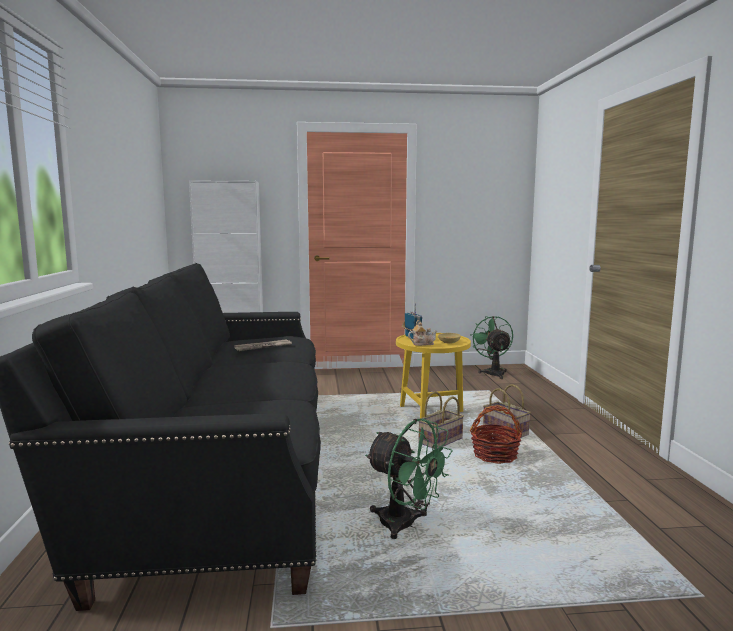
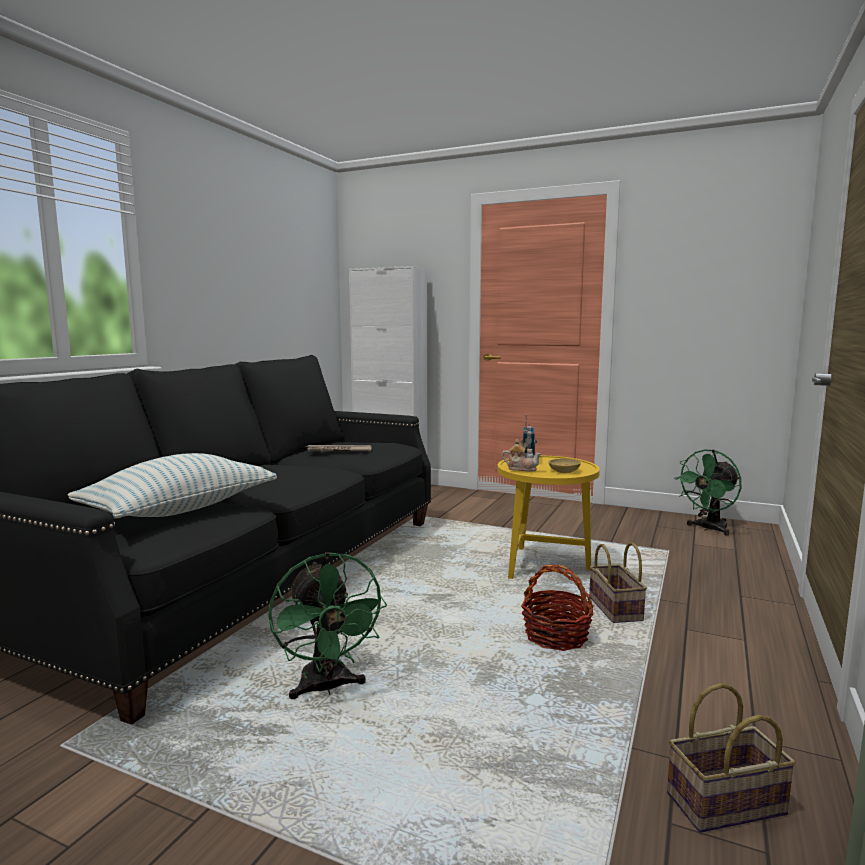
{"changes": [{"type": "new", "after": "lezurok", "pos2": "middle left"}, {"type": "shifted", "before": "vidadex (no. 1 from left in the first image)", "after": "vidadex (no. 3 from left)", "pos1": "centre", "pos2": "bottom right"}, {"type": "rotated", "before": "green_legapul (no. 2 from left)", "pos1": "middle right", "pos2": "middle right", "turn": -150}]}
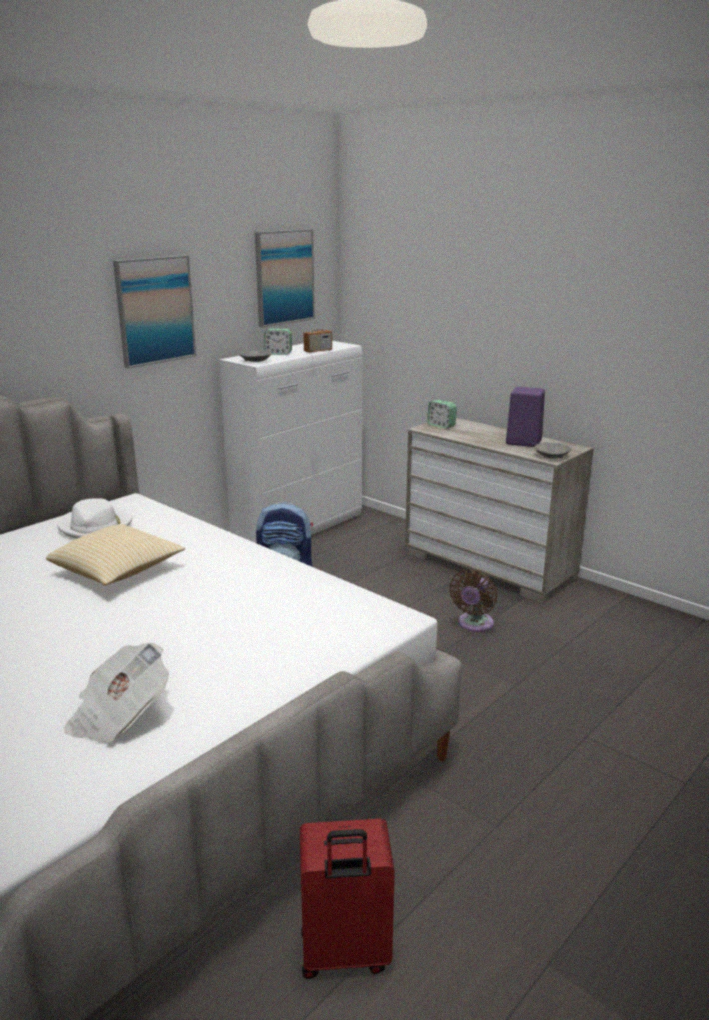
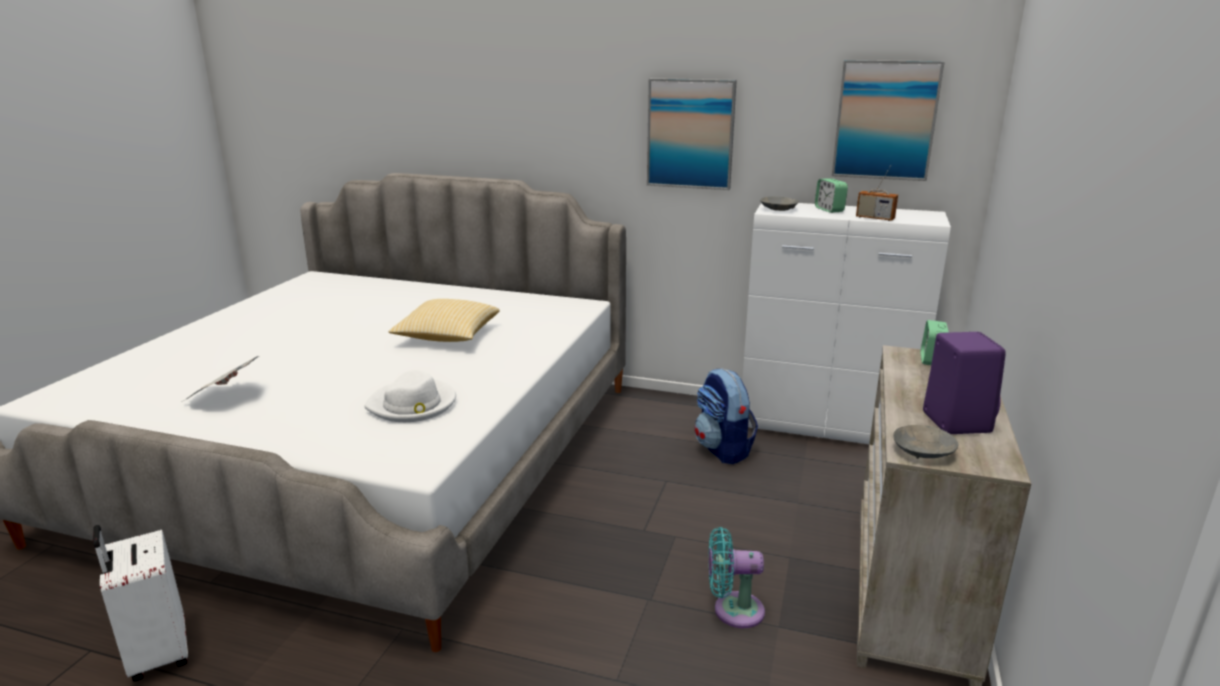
{"changes": [{"type": "shifted", "before": "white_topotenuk", "pos1": "middle left", "pos2": "centre"}, {"type": "repainted", "before": "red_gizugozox", "after": "white_gizugozox", "pos1": "bottom centre", "pos2": "bottom left"}, {"type": "repainted", "before": "brown_legapul", "after": "turquoise_legapul", "pos1": "middle right", "pos2": "bottom centre"}]}
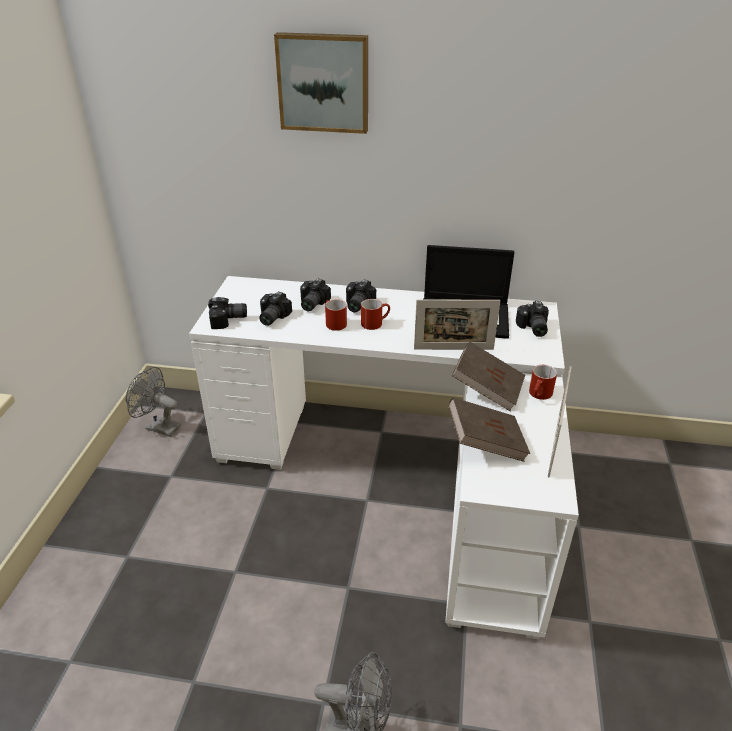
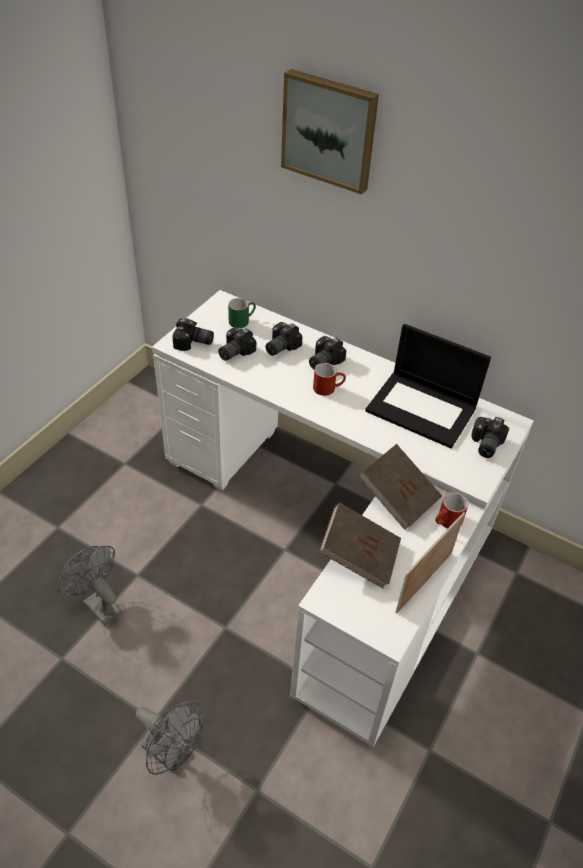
{"changes": [{"type": "gone", "before": "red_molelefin (no. 1 from left)", "pos1": "centre"}, {"type": "gone", "before": "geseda (no. 1 from left)", "pos1": "centre"}, {"type": "new", "after": "green_molelefin", "pos2": "centre"}, {"type": "shifted", "before": "grey_legapul (no. 1 from left)", "pos1": "middle left", "pos2": "bottom left"}]}
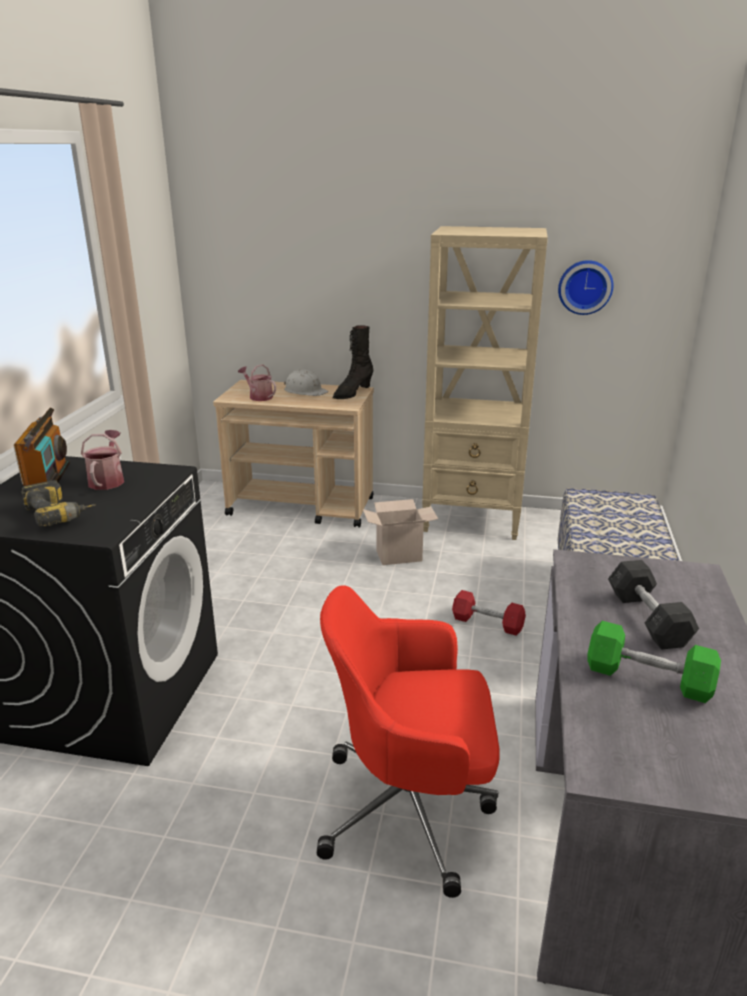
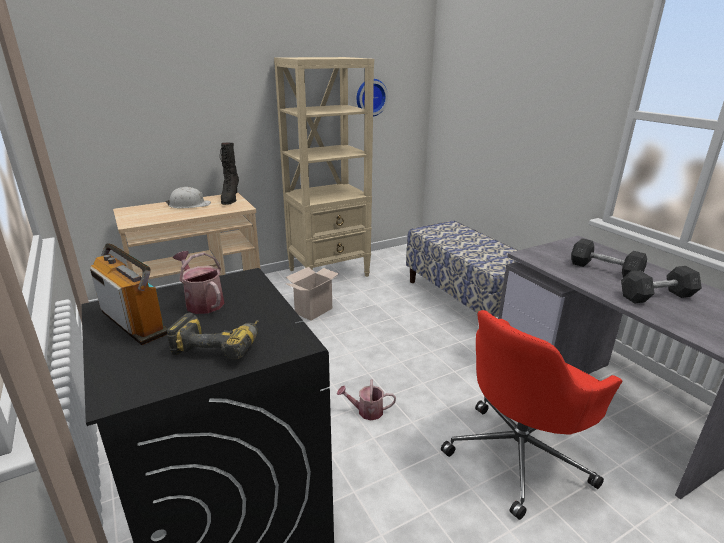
{"changes": [{"type": "gone", "before": "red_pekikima", "pos1": "centre"}, {"type": "shifted", "before": "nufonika (no. 2 from left)", "pos1": "centre", "pos2": "bottom centre"}, {"type": "repainted", "before": "green_pekikima", "after": "grey_pekikima (no. 2 from left)", "pos1": "middle right", "pos2": "middle right"}]}
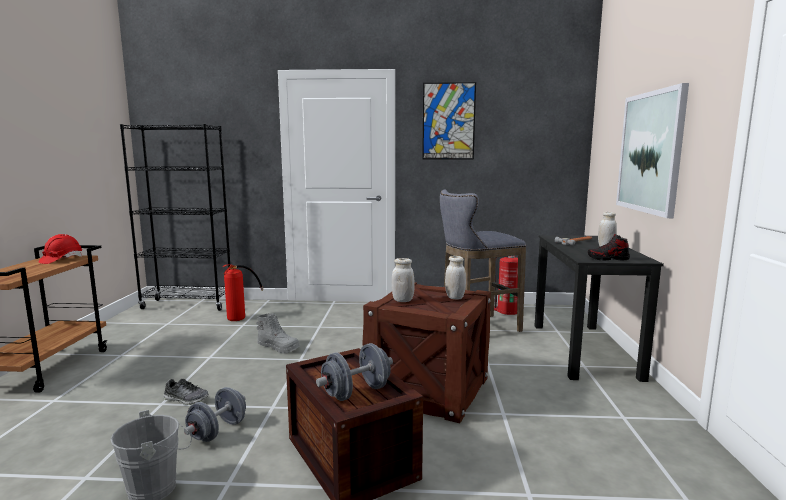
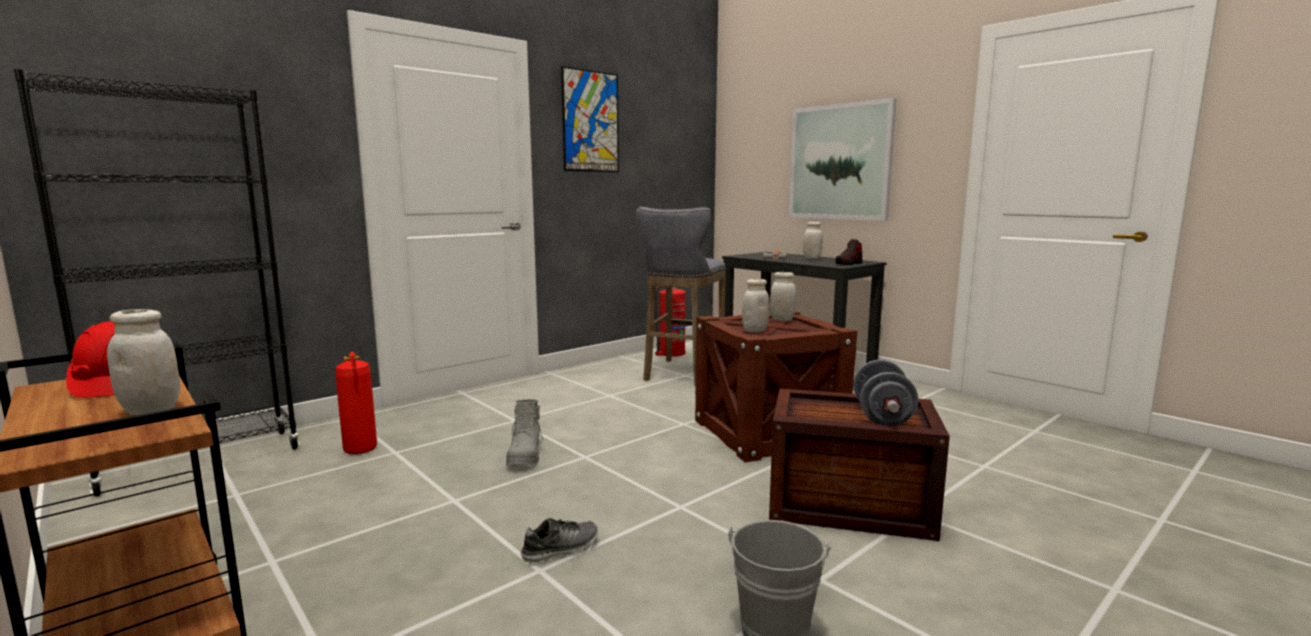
{"changes": [{"type": "gone", "before": "grey_pekikima (no. 1 from left)", "pos1": "bottom left"}, {"type": "new", "after": "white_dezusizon (no. 1 from left)", "pos2": "middle left"}, {"type": "rotated", "before": "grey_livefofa", "pos1": "centre", "pos2": "bottom centre", "turn": 105}]}
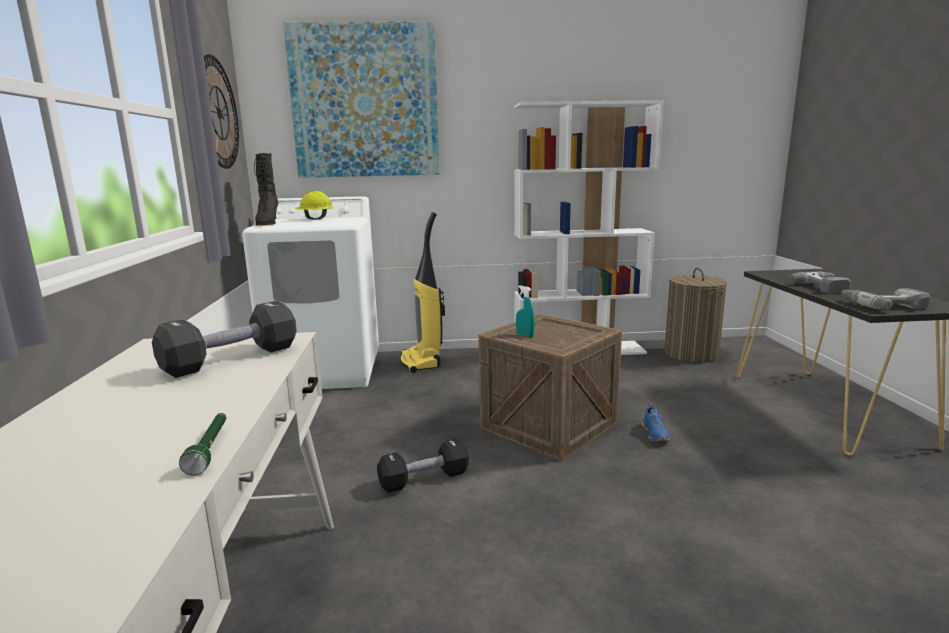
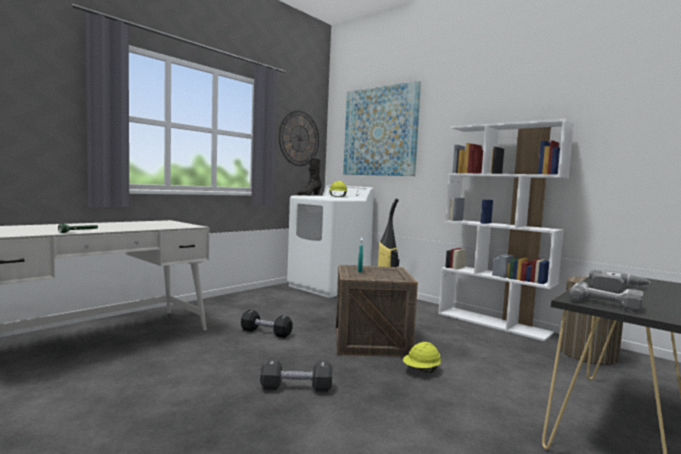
{"changes": [{"type": "shifted", "before": "black_pekikima (no. 1 from left in the first image)", "after": "black_pekikima (no. 2 from left)", "pos1": "middle left", "pos2": "bottom centre"}, {"type": "swapped", "before": "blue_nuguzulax", "after": "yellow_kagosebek (no. 2 from left)", "pos1": "bottom right", "pos2": "bottom centre"}]}
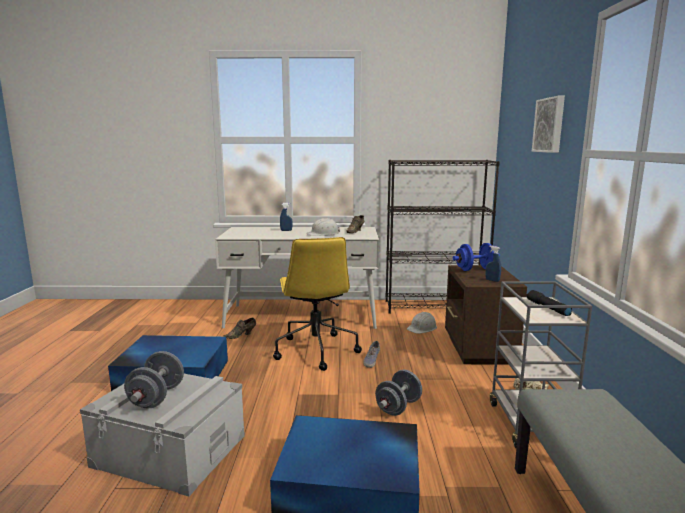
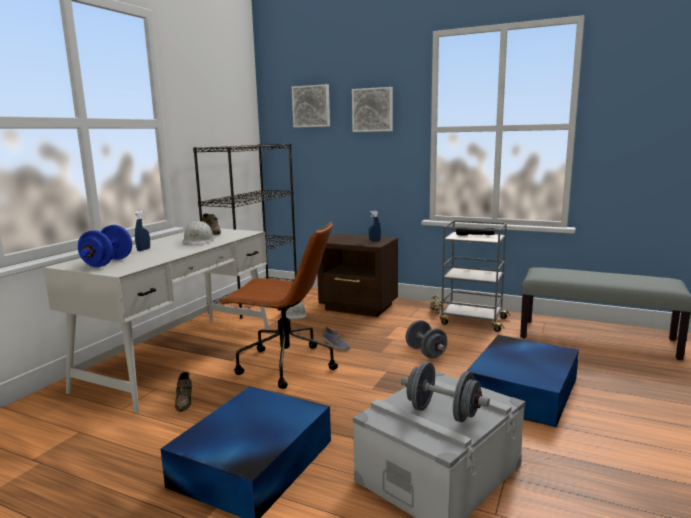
{"changes": [{"type": "new", "after": "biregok (no. 1 from left)", "pos2": "top centre"}, {"type": "shifted", "before": "blue_pekikima", "pos1": "middle right", "pos2": "middle left"}, {"type": "repainted", "before": "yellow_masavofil", "after": "brown_masavofil", "pos1": "centre", "pos2": "centre"}]}
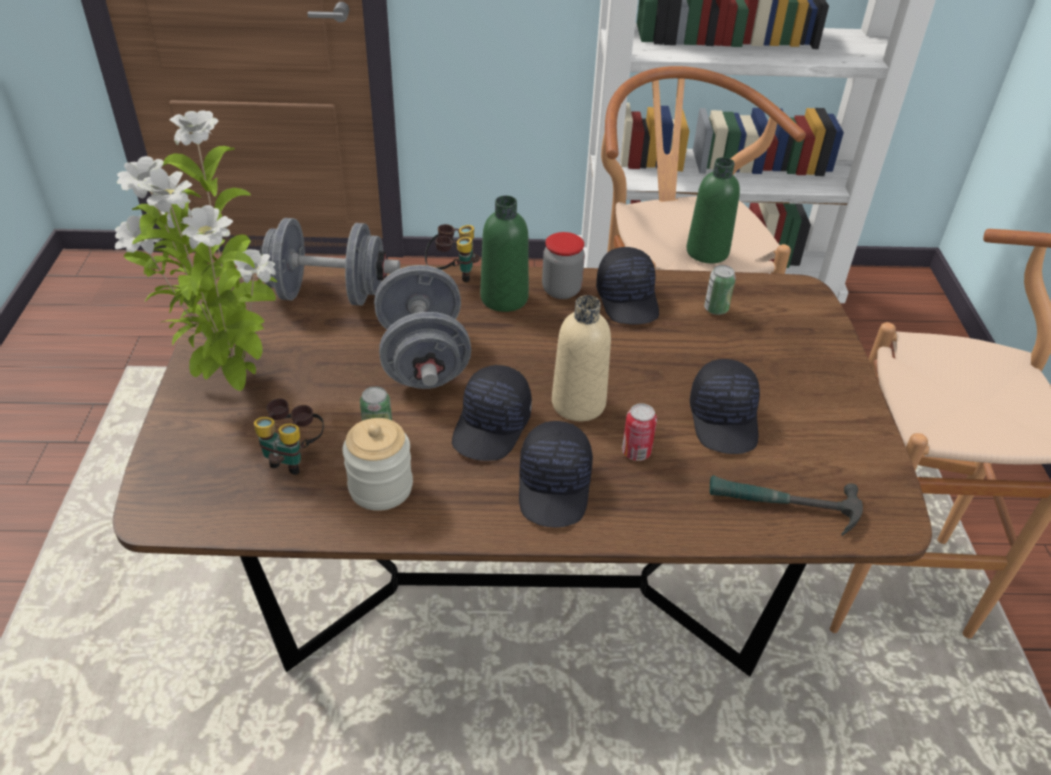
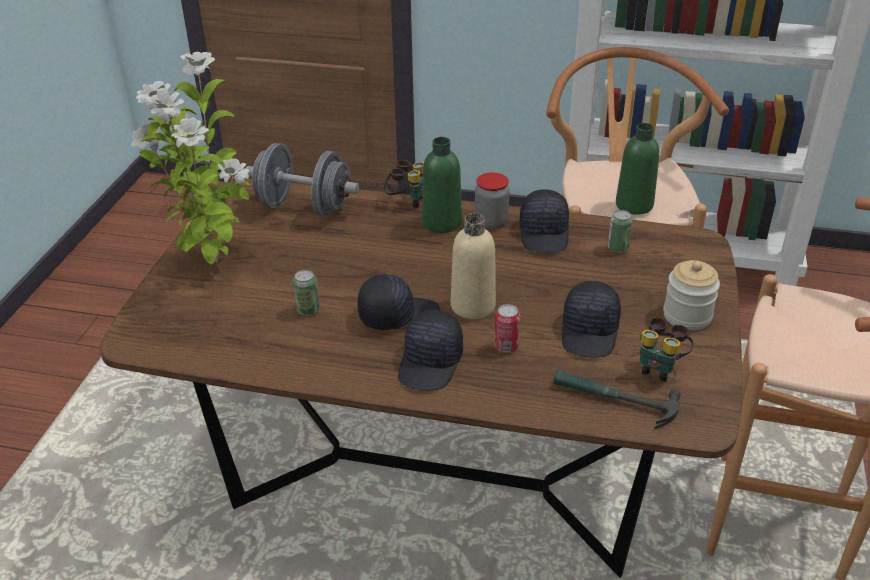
{"changes": [{"type": "gone", "before": "grey_pekikima (no. 2 from left)", "pos1": "centre"}, {"type": "shifted", "before": "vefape (no. 1 from left in the first image)", "after": "vefape (no. 2 from left)", "pos1": "middle left", "pos2": "middle right"}, {"type": "shifted", "before": "dezusizon (no. 1 from left in the first image)", "after": "dezusizon (no. 2 from left)", "pos1": "centre", "pos2": "middle right"}, {"type": "rotated", "before": "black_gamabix (no. 1 from left)", "pos1": "centre", "pos2": "centre", "turn": -135}]}
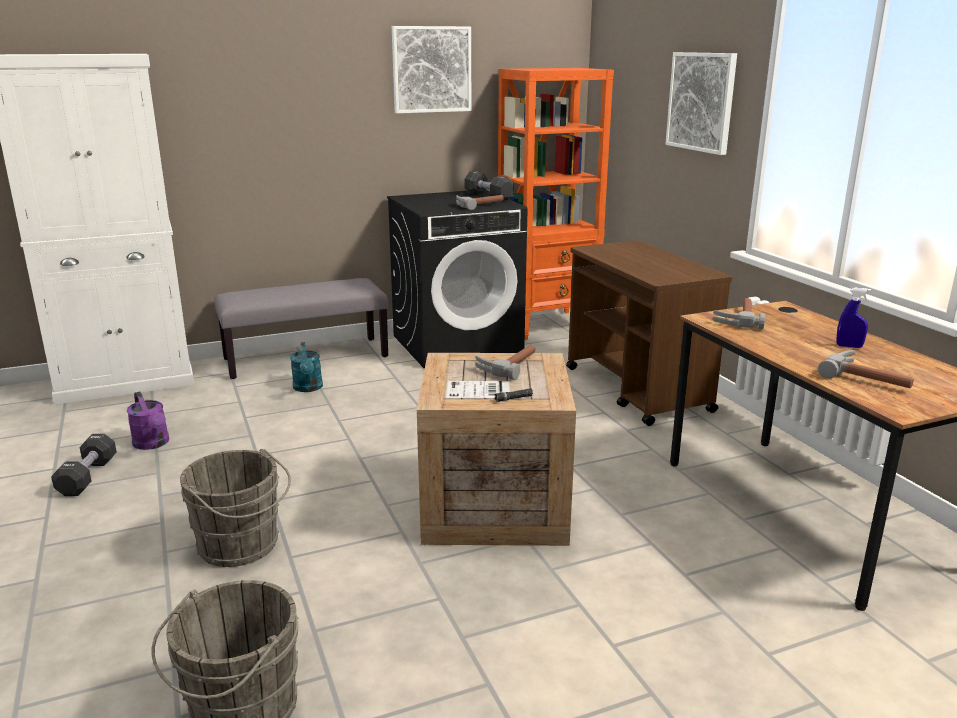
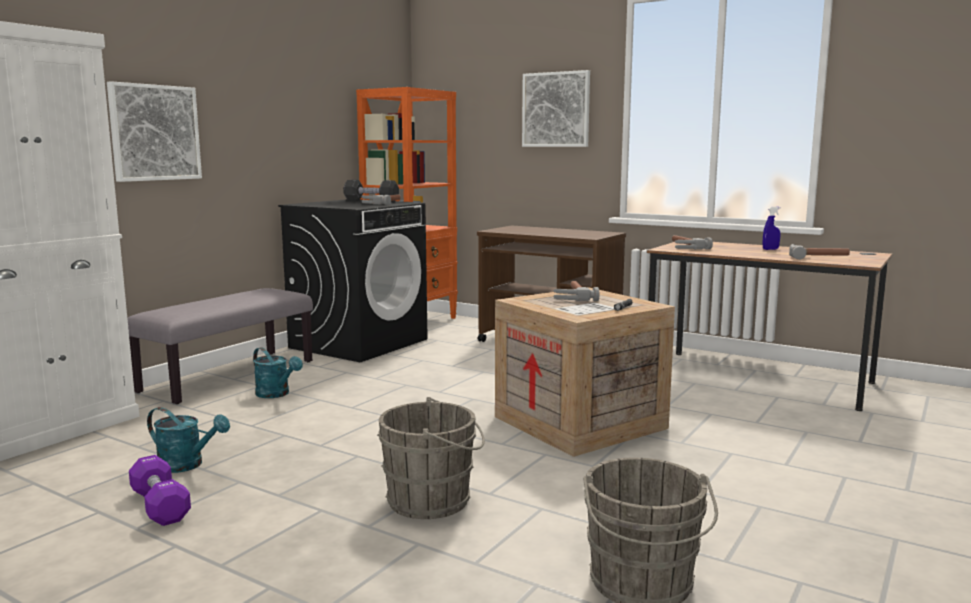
{"changes": [{"type": "shifted", "before": "biregok (no. 1 from left)", "pos1": "top centre", "pos2": "top left"}, {"type": "repainted", "before": "black_pekikima (no. 1 from left)", "after": "purple_pekikima", "pos1": "middle left", "pos2": "bottom left"}, {"type": "repainted", "before": "purple_nufonika", "after": "turquoise_nufonika (no. 1 from left)", "pos1": "middle left", "pos2": "bottom left"}]}
